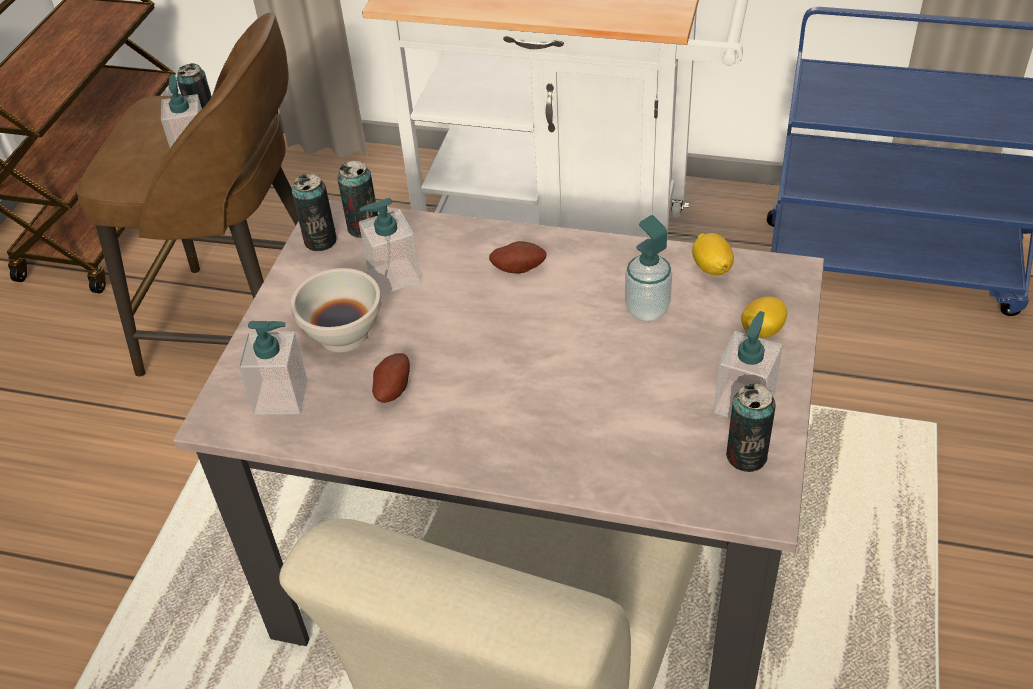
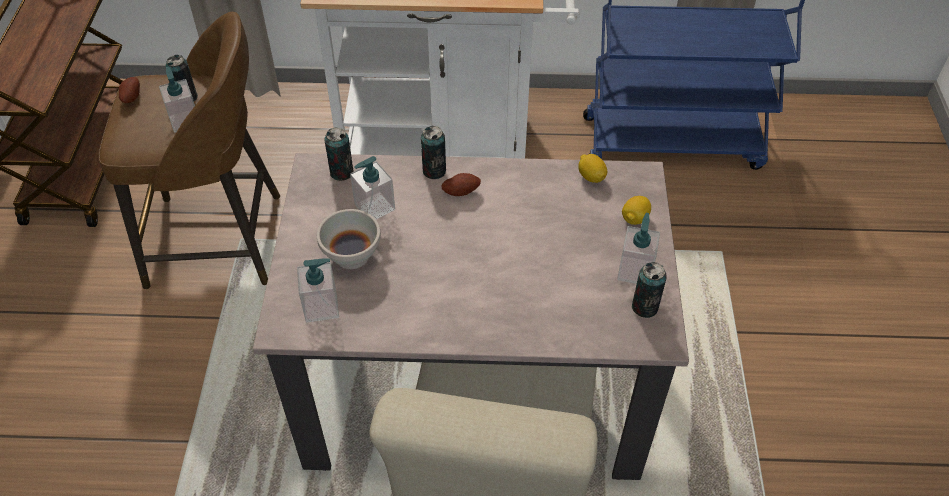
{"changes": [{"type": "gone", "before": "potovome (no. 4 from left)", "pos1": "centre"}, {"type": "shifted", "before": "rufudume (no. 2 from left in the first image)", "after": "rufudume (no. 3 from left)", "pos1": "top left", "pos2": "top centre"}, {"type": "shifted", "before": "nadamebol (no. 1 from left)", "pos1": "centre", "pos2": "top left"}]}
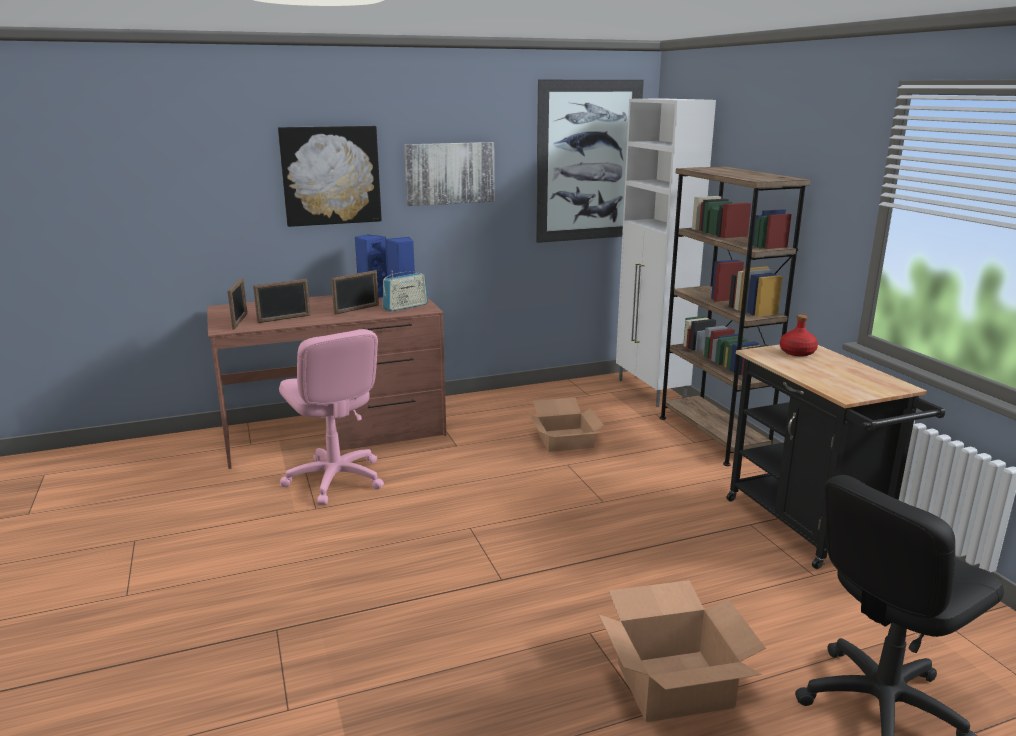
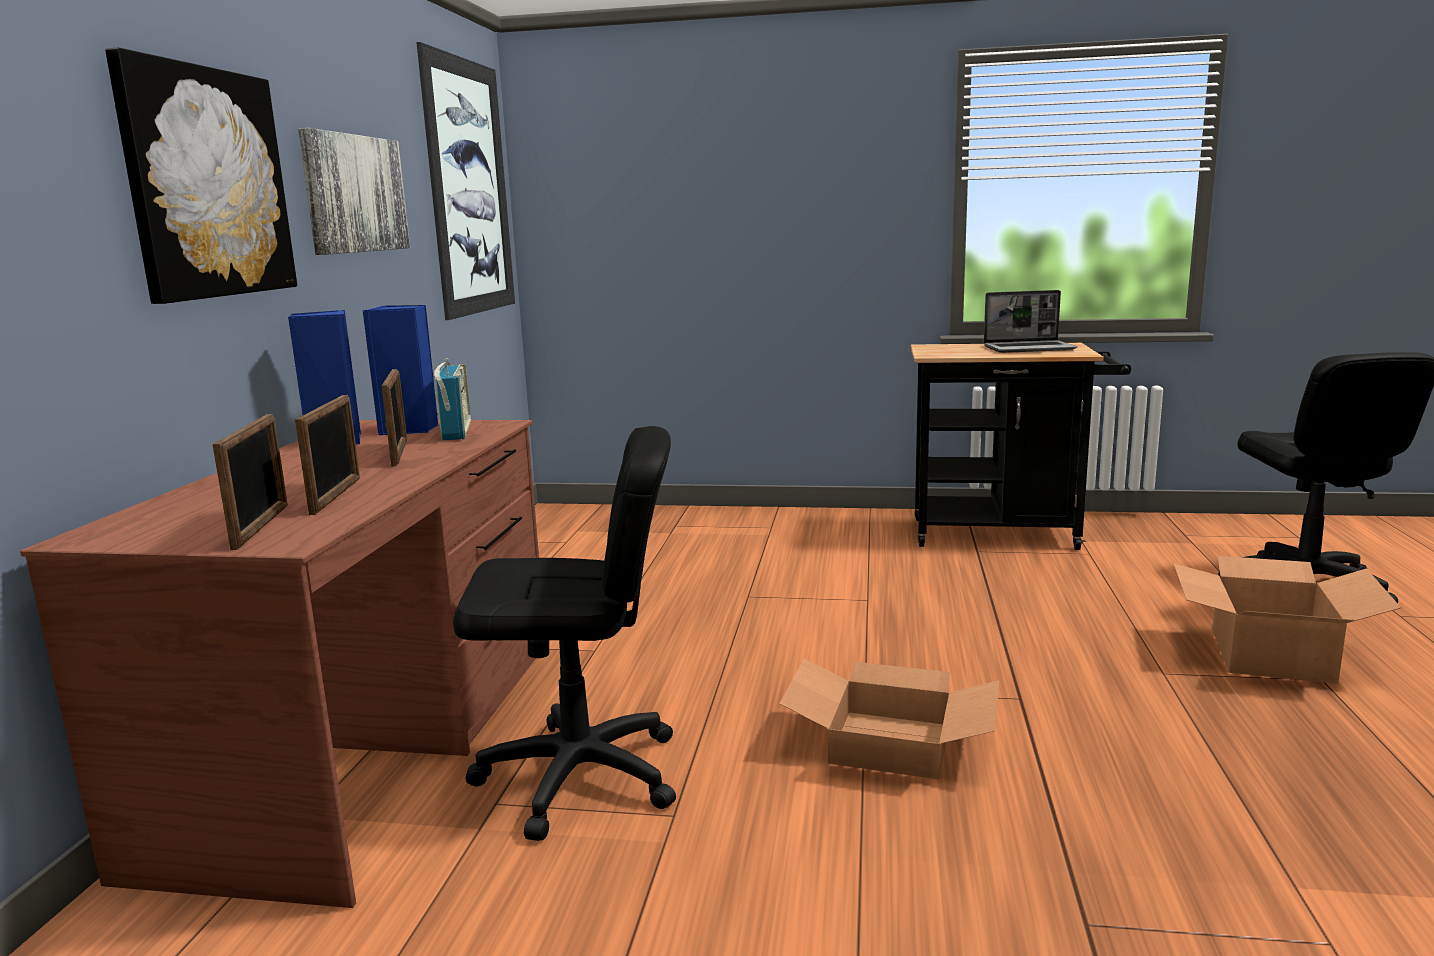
{"changes": [{"type": "gone", "before": "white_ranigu", "pos1": "centre"}, {"type": "gone", "before": "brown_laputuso", "pos1": "middle right"}, {"type": "gone", "before": "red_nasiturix", "pos1": "middle right"}, {"type": "new", "after": "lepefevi", "pos2": "middle right"}, {"type": "shifted", "before": "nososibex (no. 1 from left)", "pos1": "centre", "pos2": "bottom centre"}, {"type": "repainted", "before": "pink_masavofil", "after": "black_masavofil (no. 1 from left)", "pos1": "middle left", "pos2": "centre"}, {"type": "rotated", "before": "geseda (no. 1 from left)", "pos1": "middle left", "pos2": "middle left", "turn": 60}]}
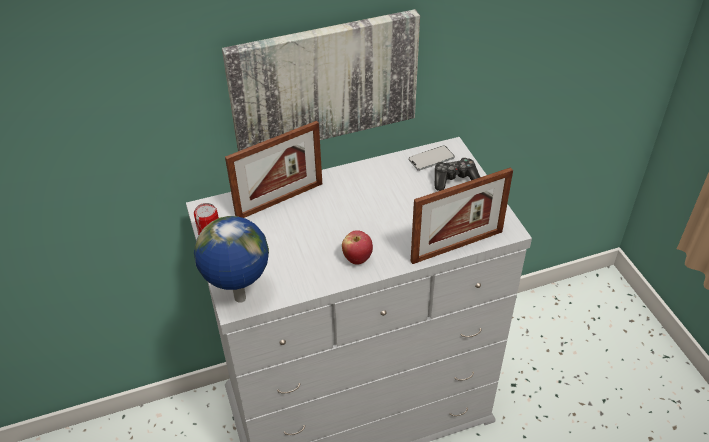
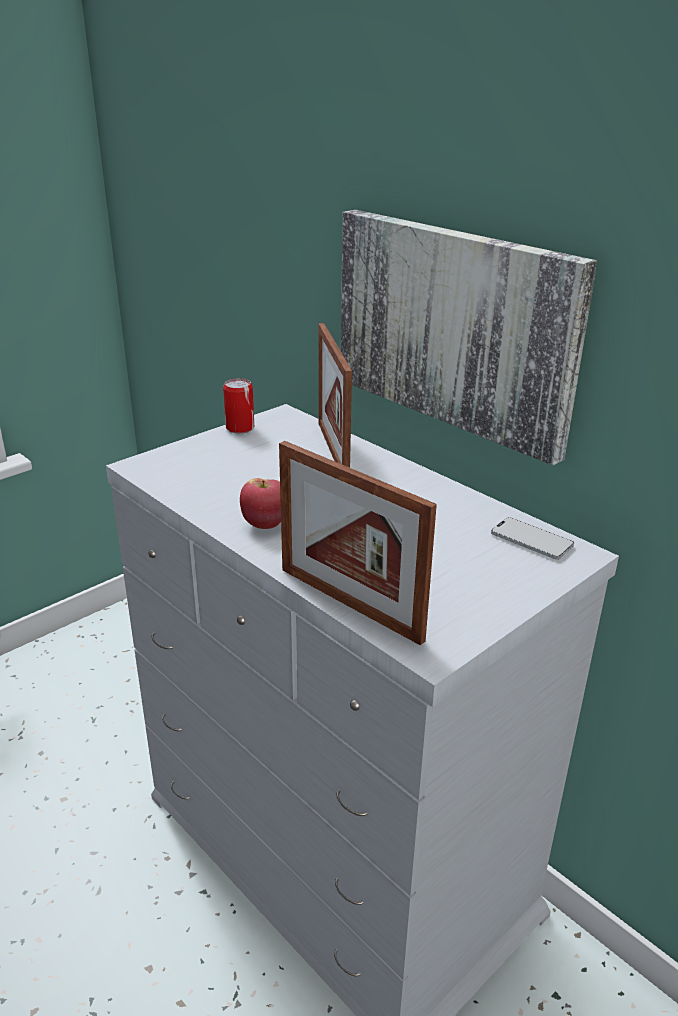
{"changes": [{"type": "gone", "before": "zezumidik", "pos1": "middle left"}, {"type": "gone", "before": "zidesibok", "pos1": "centre"}, {"type": "rotated", "before": "geseda (no. 1 from left)", "pos1": "centre", "pos2": "centre", "turn": 45}]}
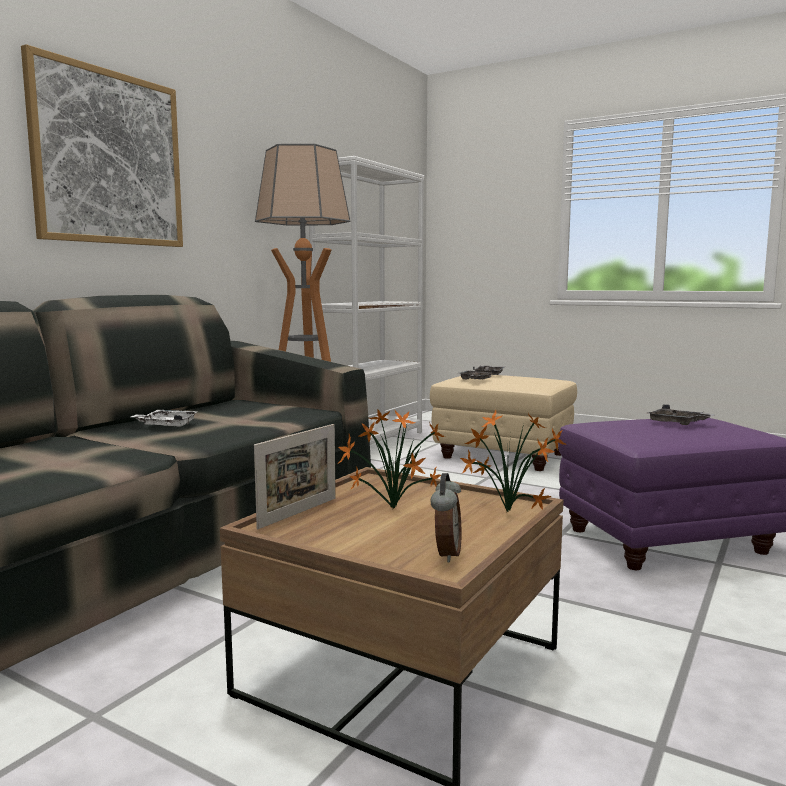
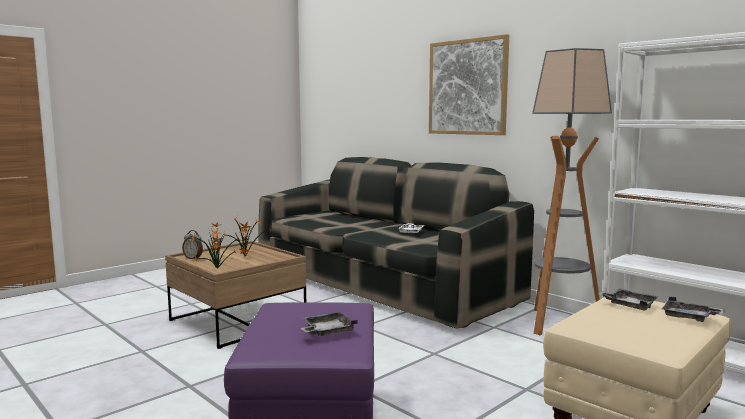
{"changes": [{"type": "gone", "before": "geseda", "pos1": "centre"}]}
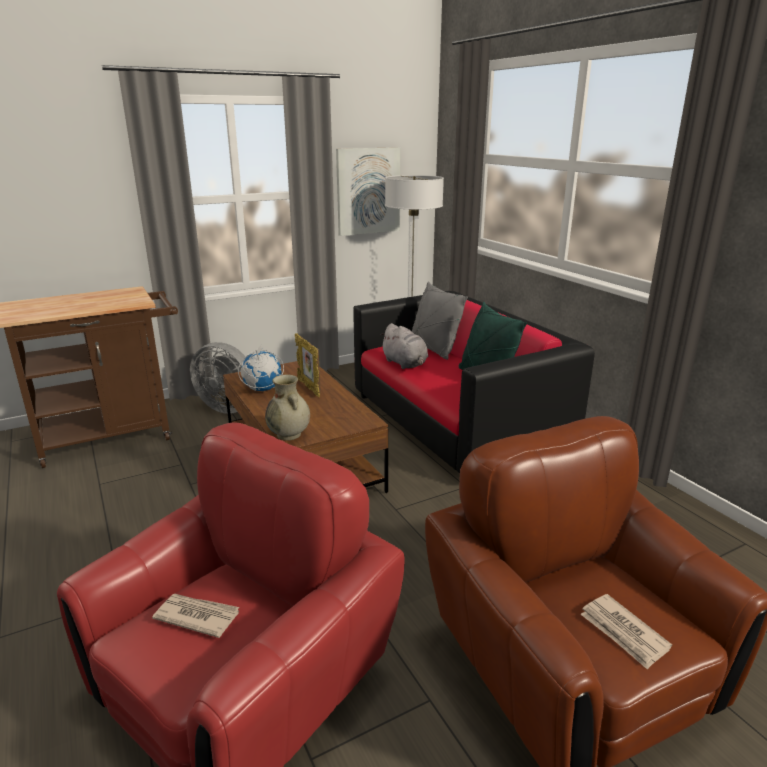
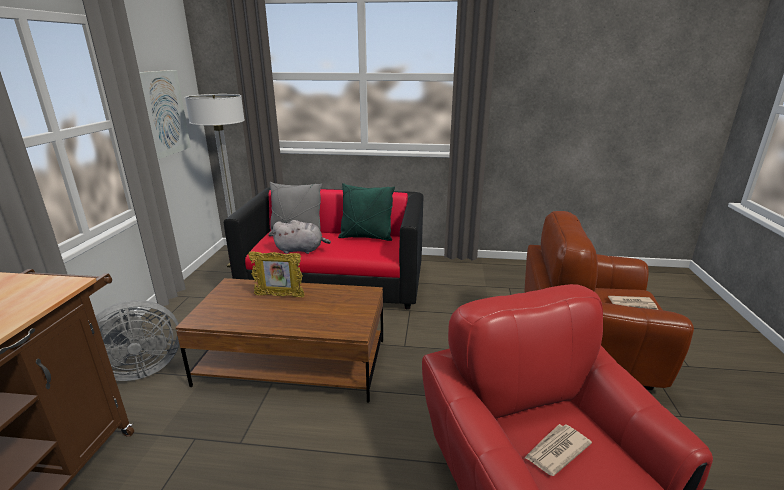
{"changes": [{"type": "gone", "before": "zezumidik", "pos1": "centre"}, {"type": "gone", "before": "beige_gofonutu", "pos1": "centre"}]}
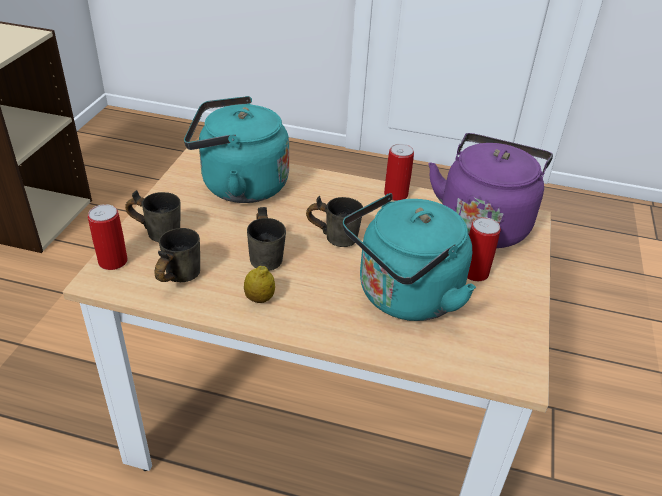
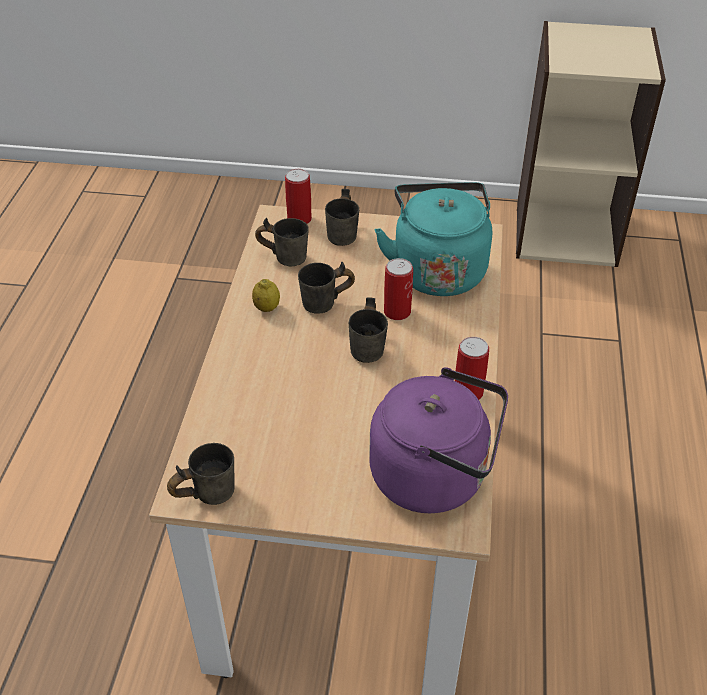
{"changes": [{"type": "gone", "before": "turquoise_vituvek (no. 2 from left)", "pos1": "centre"}, {"type": "new", "after": "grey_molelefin (no. 1 from left)", "pos2": "bottom left"}, {"type": "shifted", "before": "rufudume (no. 3 from left in the first image)", "after": "rufudume (no. 2 from left)", "pos1": "middle right", "pos2": "centre"}]}
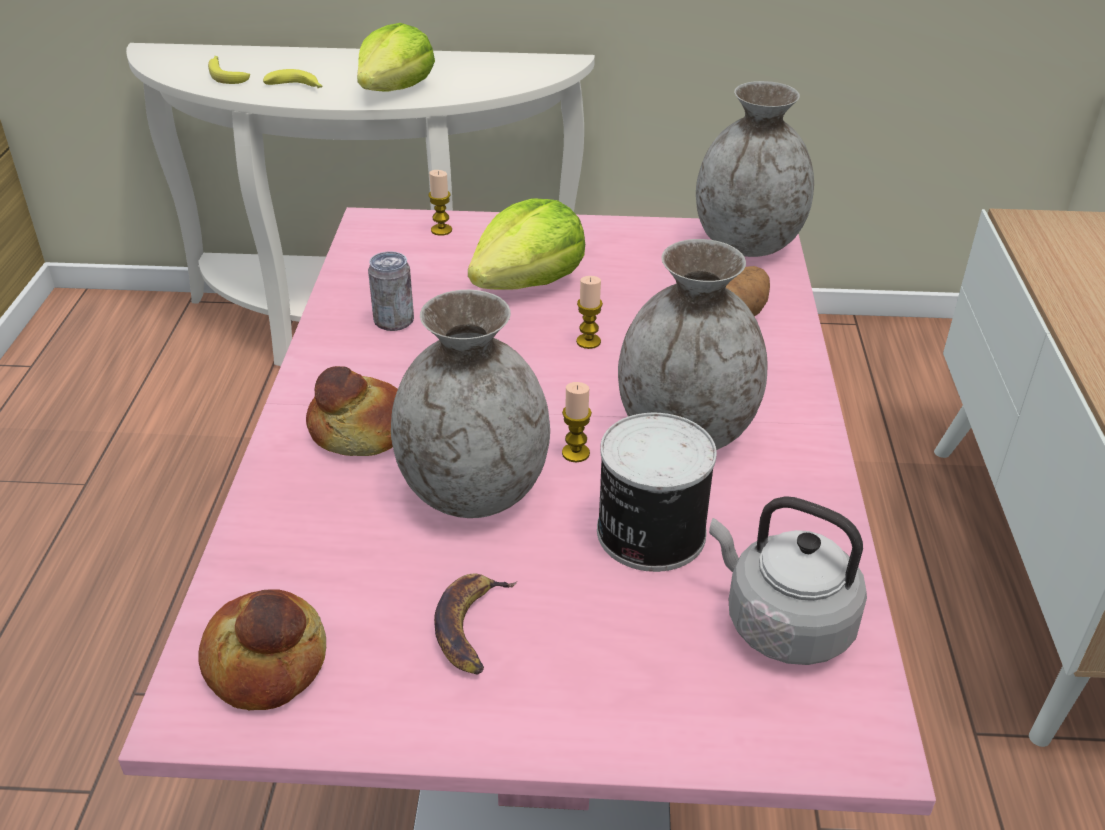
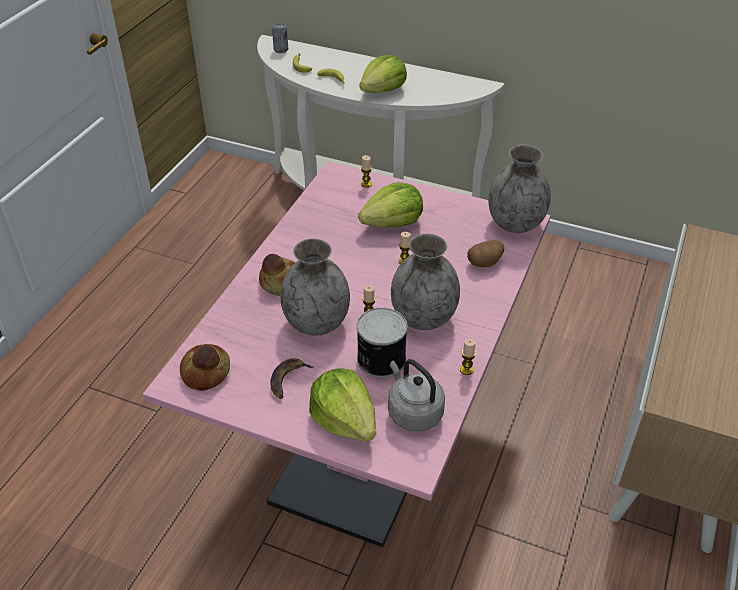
{"changes": [{"type": "new", "after": "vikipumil (no. 1 from left)", "pos2": "bottom centre"}, {"type": "new", "after": "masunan (no. 4 from left)", "pos2": "centre"}, {"type": "shifted", "before": "rufudume (no. 1 from left)", "pos1": "centre", "pos2": "top centre"}]}
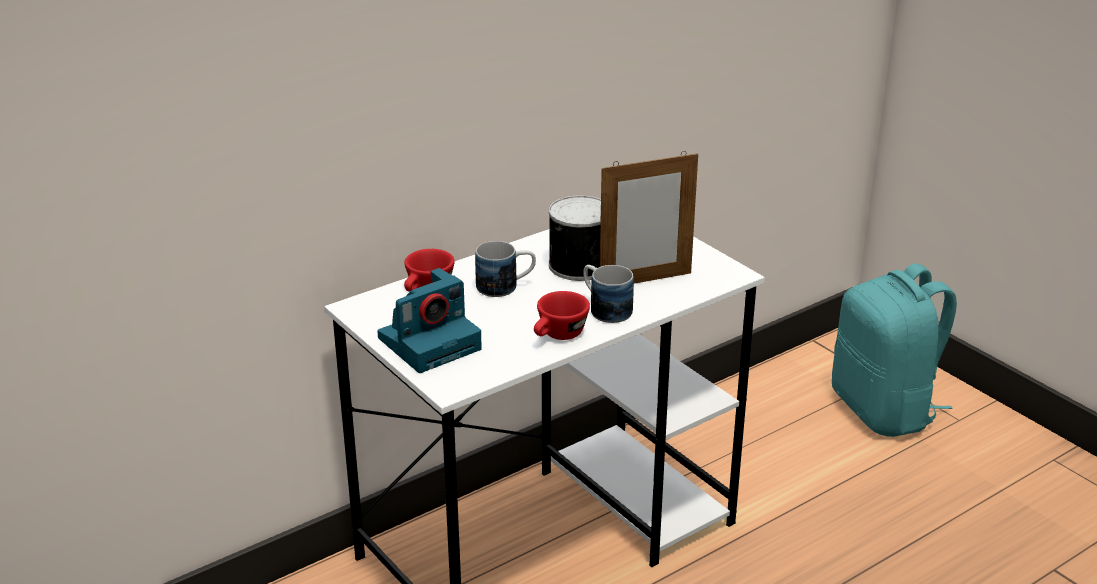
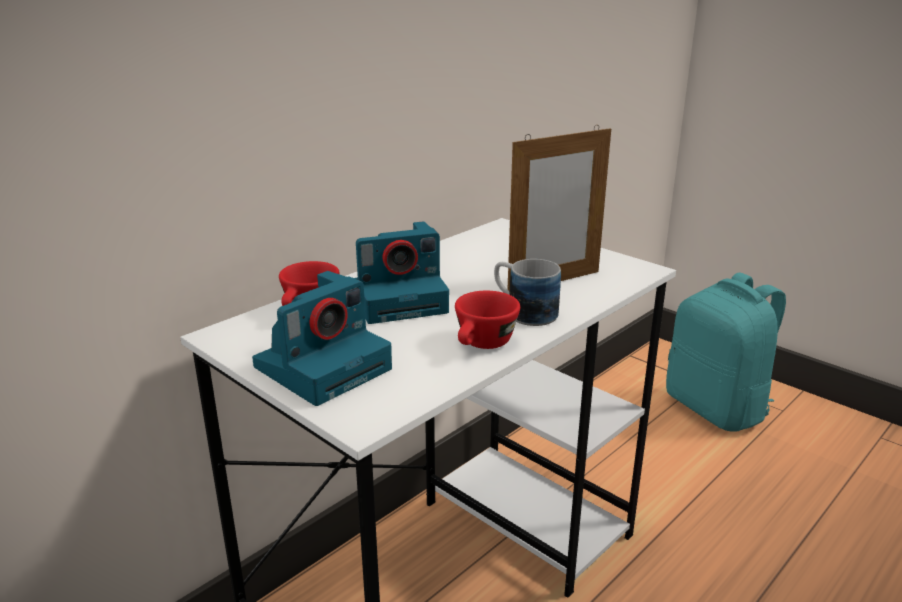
{"changes": [{"type": "gone", "before": "rufudume", "pos1": "centre"}, {"type": "swapped", "before": "molelefin (no. 1 from left)", "after": "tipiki (no. 2 from left)", "pos1": "centre", "pos2": "centre"}]}
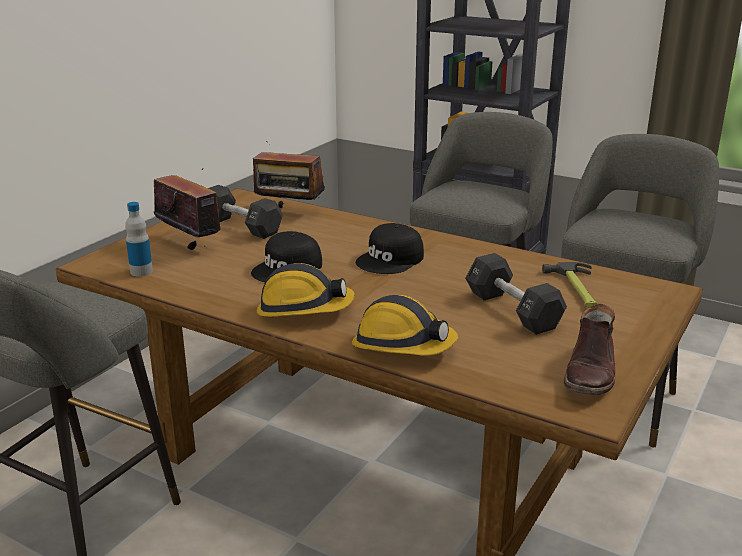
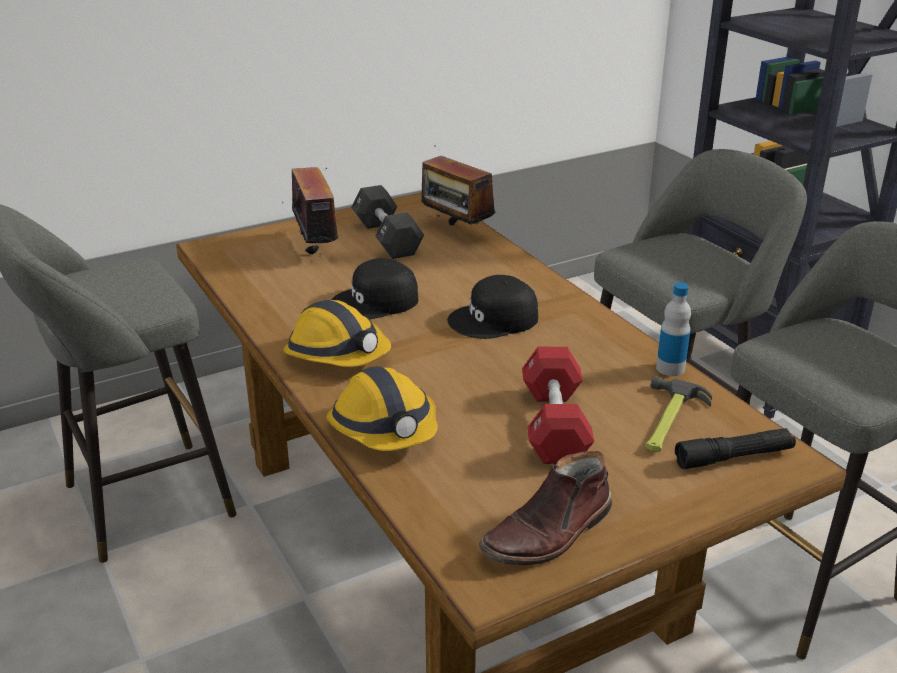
{"changes": [{"type": "new", "after": "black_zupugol", "pos2": "middle right"}, {"type": "shifted", "before": "nasiturix", "pos1": "middle left", "pos2": "middle right"}, {"type": "repainted", "before": "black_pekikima (no. 2 from left)", "after": "red_pekikima", "pos1": "middle right", "pos2": "centre"}]}
